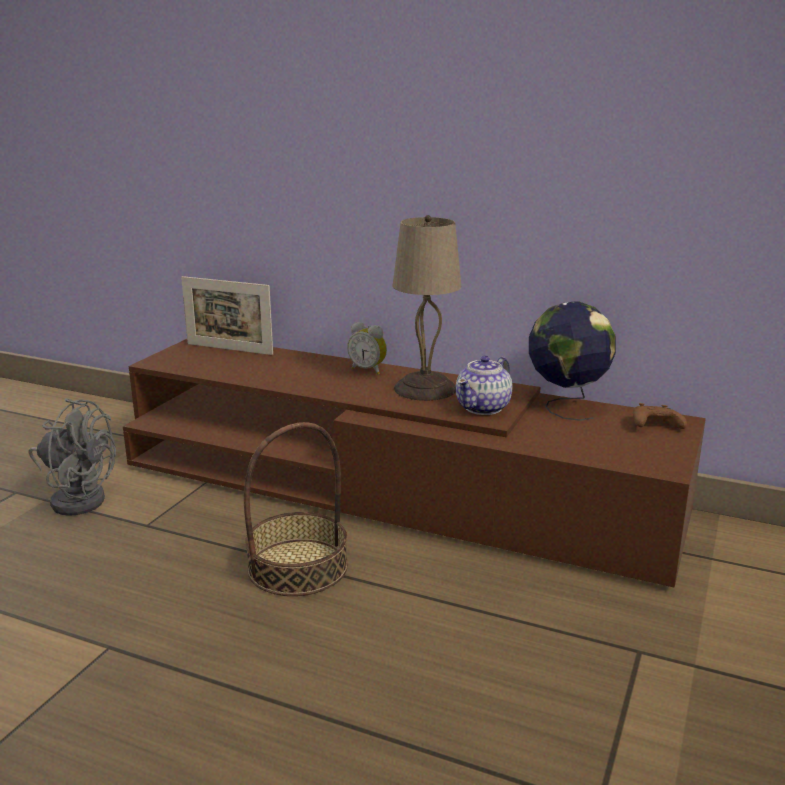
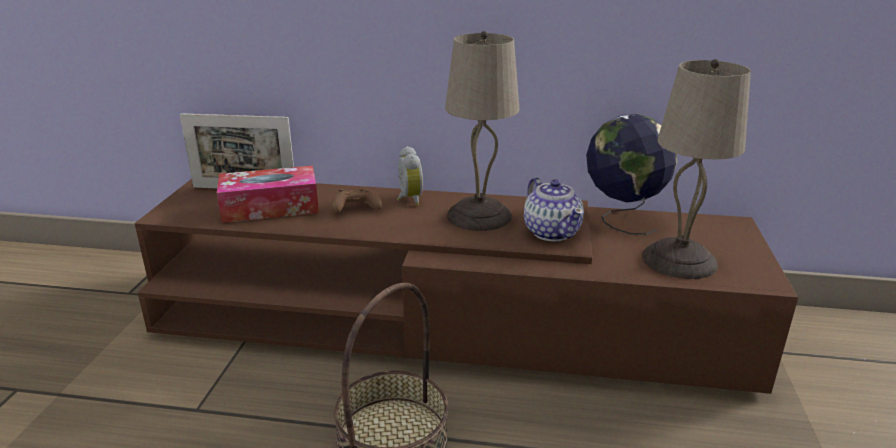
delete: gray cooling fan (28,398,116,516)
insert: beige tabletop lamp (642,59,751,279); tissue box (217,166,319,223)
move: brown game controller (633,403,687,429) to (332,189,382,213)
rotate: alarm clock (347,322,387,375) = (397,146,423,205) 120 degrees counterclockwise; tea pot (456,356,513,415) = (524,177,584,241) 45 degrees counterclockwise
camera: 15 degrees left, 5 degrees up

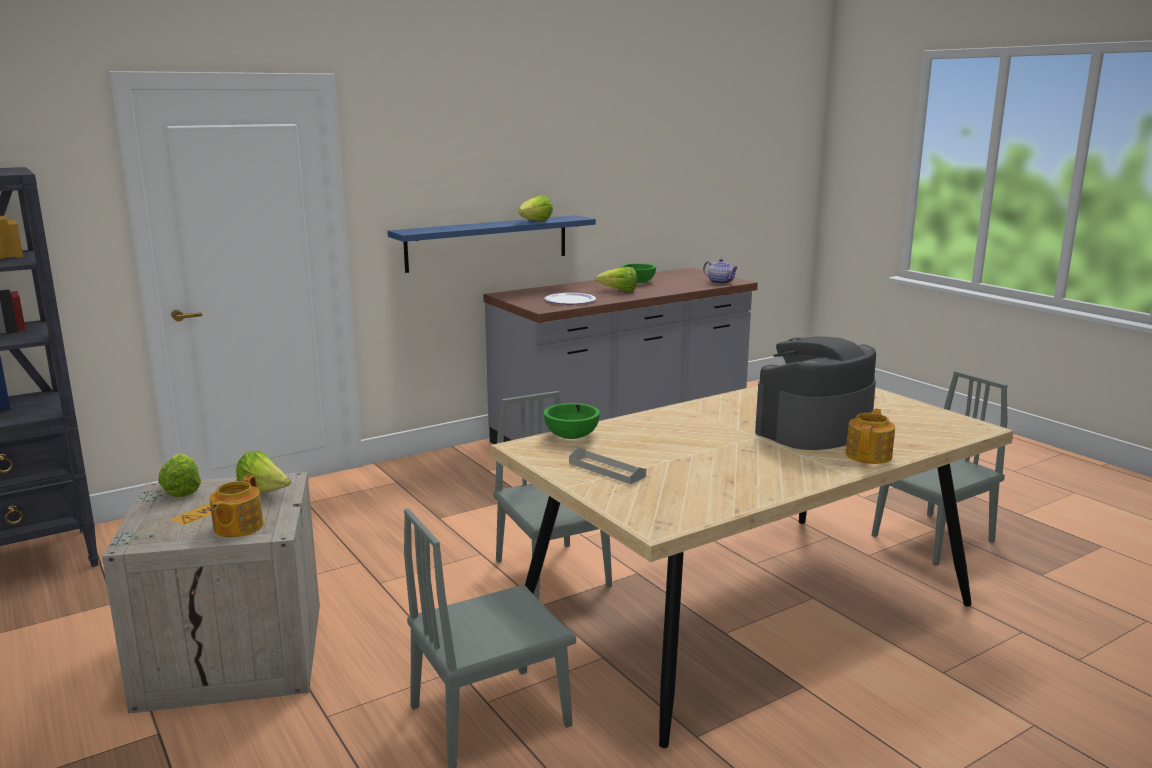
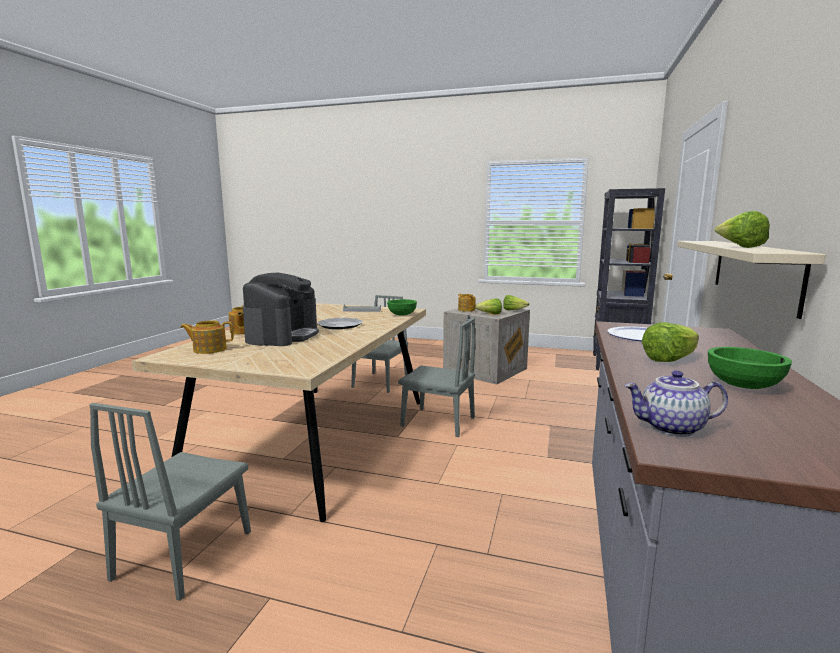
insert: dinner plate (317,318,363,329); tea pot (180,320,234,354)
recolor: bluish shelf (387,215,596,273) to beige shelf (677,241,826,319)
camera: 140 degrees right, 5 degrees down

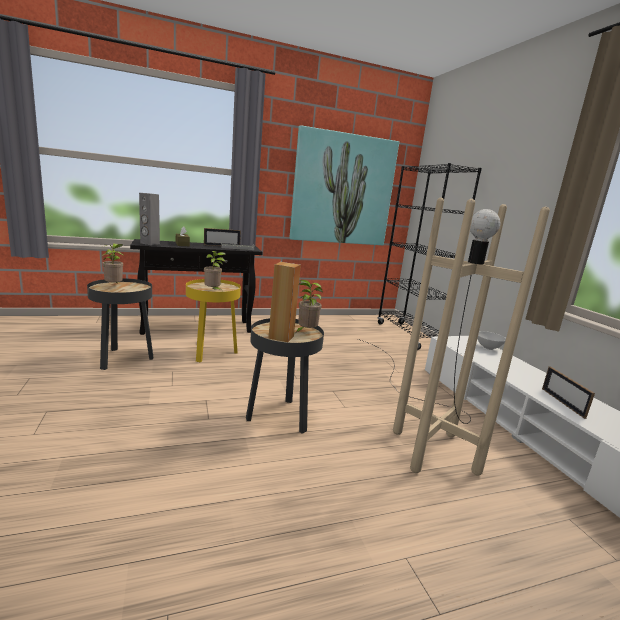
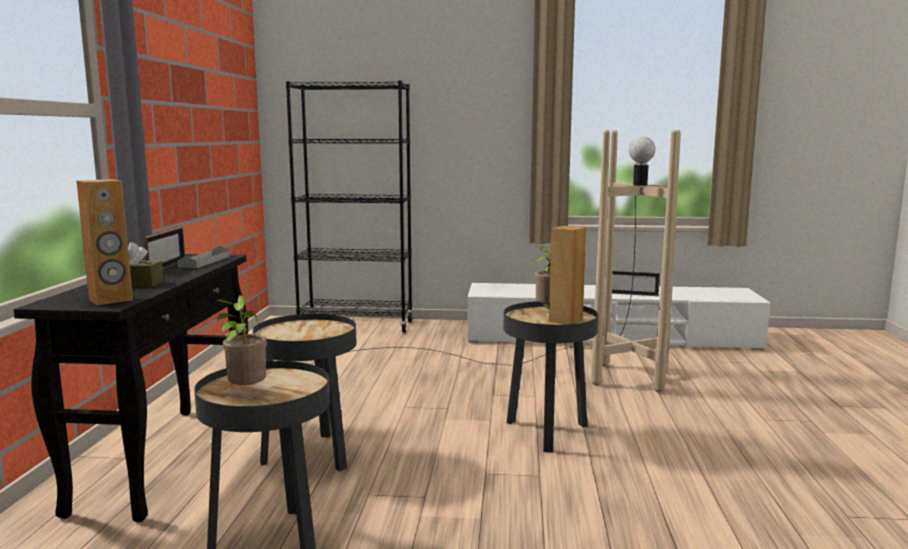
delete: picture (290,125,399,245); potted plant (204,251,226,290); white deep dish (477,331,506,350)
recolor: gray loudspeaker (139,193,160,245) to brown loudspeaker (76,179,133,305); yellow accent table (186,279,241,362) to blackish accent table (253,314,356,471)
camera: 65 degrees left, 5 degrees down

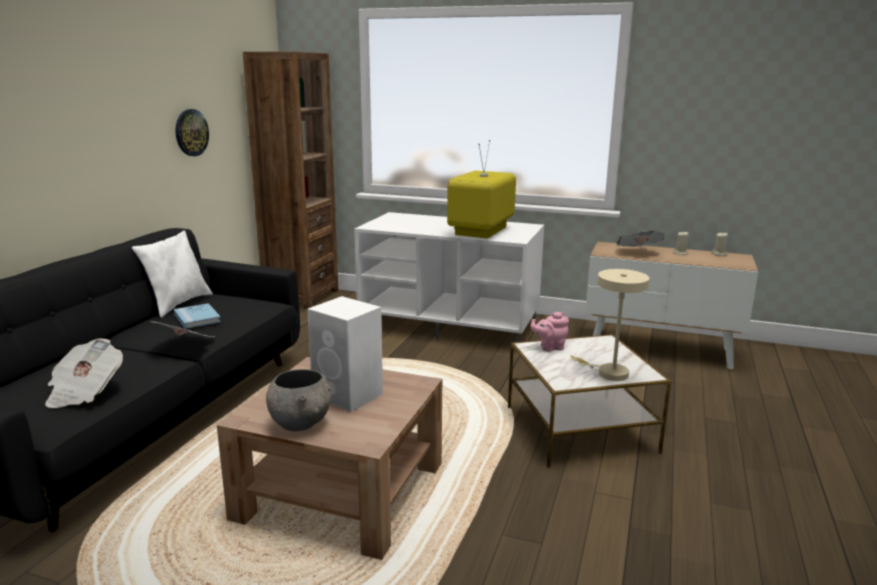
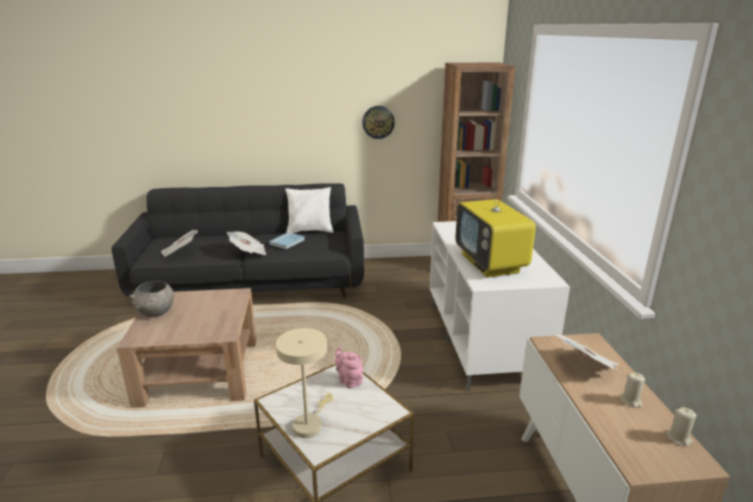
delete: white loudspeaker (307,296,383,412)
rotate: television (447,140,516,239) = (455,172,536,278) 105 degrees counterclockwise
camera: 65 degrees right, 5 degrees up

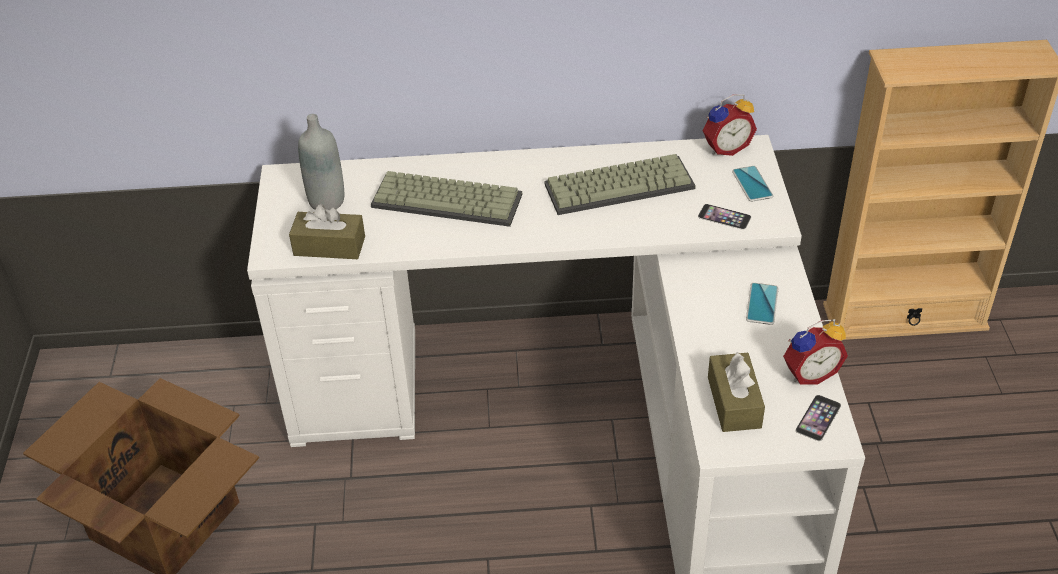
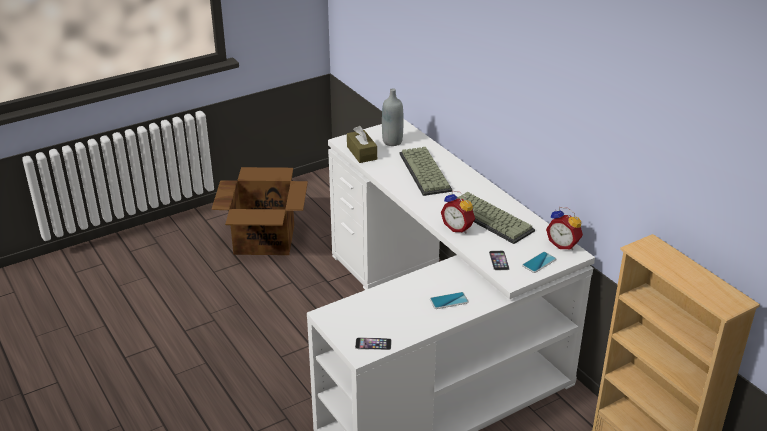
delete: brown tissue box (708,352,765,432)
move: alarm clock (783,319,848,384) to (441,191,475,233)
camera: 60 degrees right, 10 degrees down

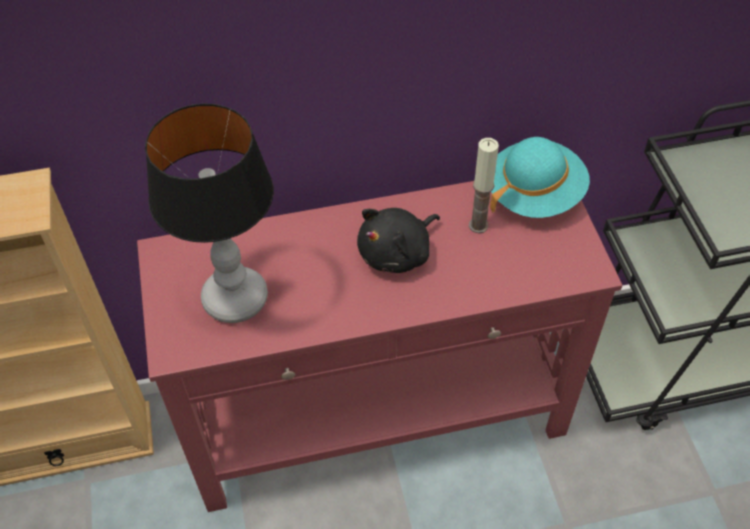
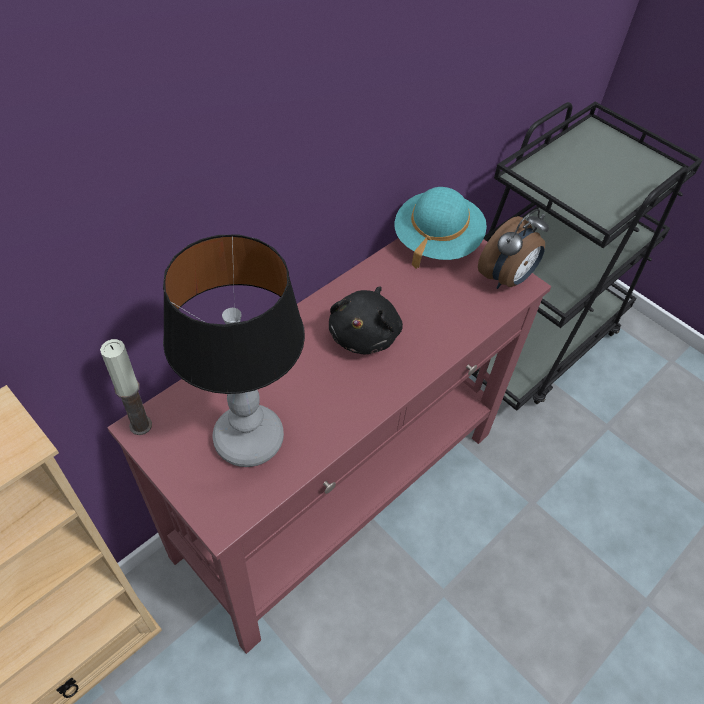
insert: alarm clock (478,209,549,289)
move: wax light (469,138,499,233) to (100,339,152,435)
camera: 35 degrees left, 0 degrees up

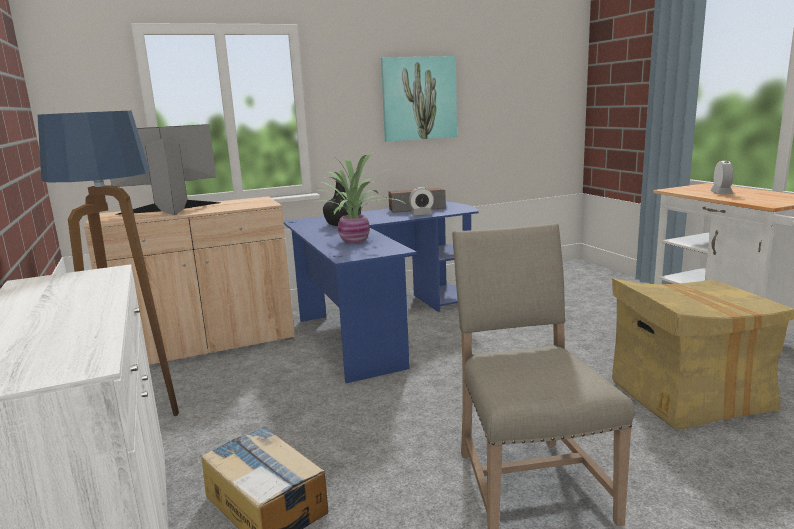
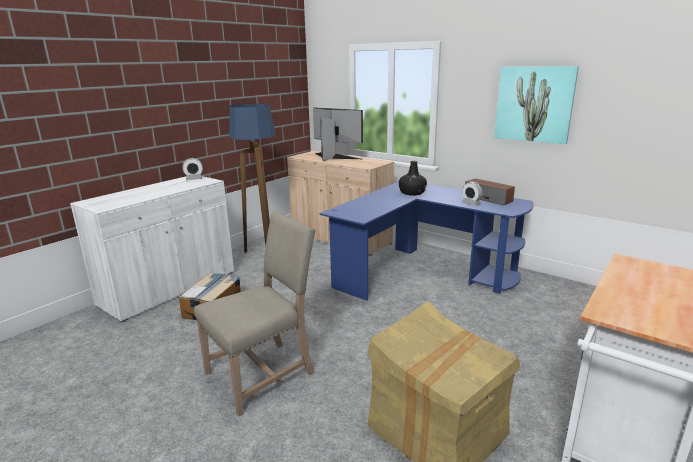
delete: potted plant (310,152,406,243)
move: alarm clock (710,160,733,194) to (182,158,203,180)
camera: 60 degrees right, 5 degrees up

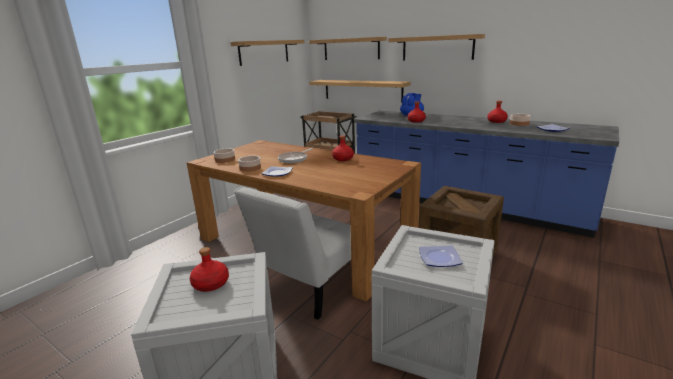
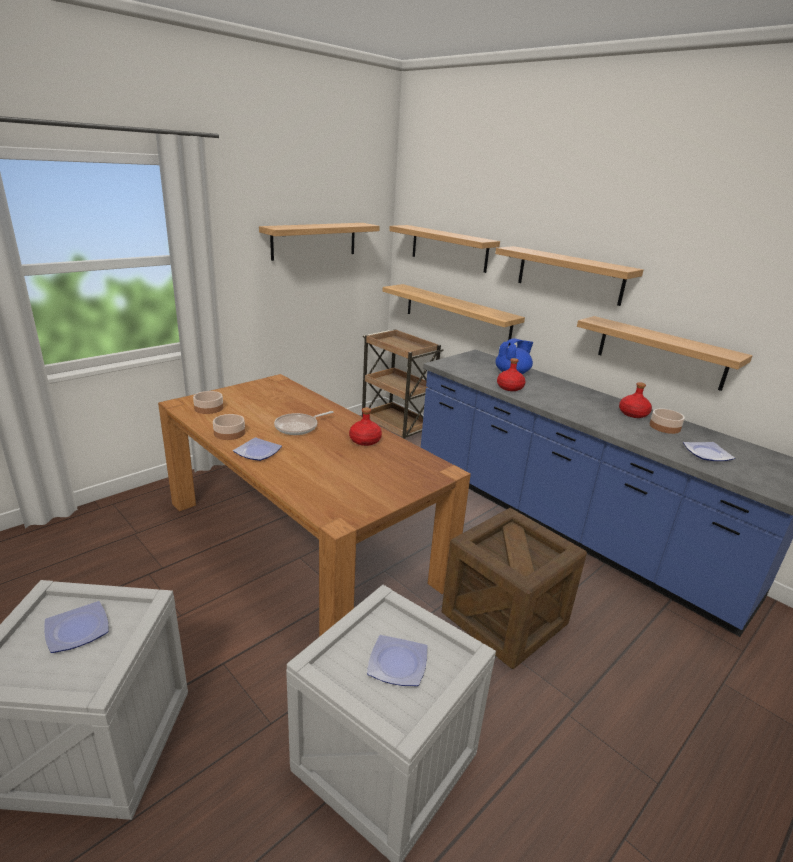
delete: white plain chair (234,186,351,320)
insert: shelf (577,316,753,391)
replace: red-coloured bottle (190,247,229,292) to dinner plate (44,601,109,653)
camera: 10 degrees right, 5 degrees up

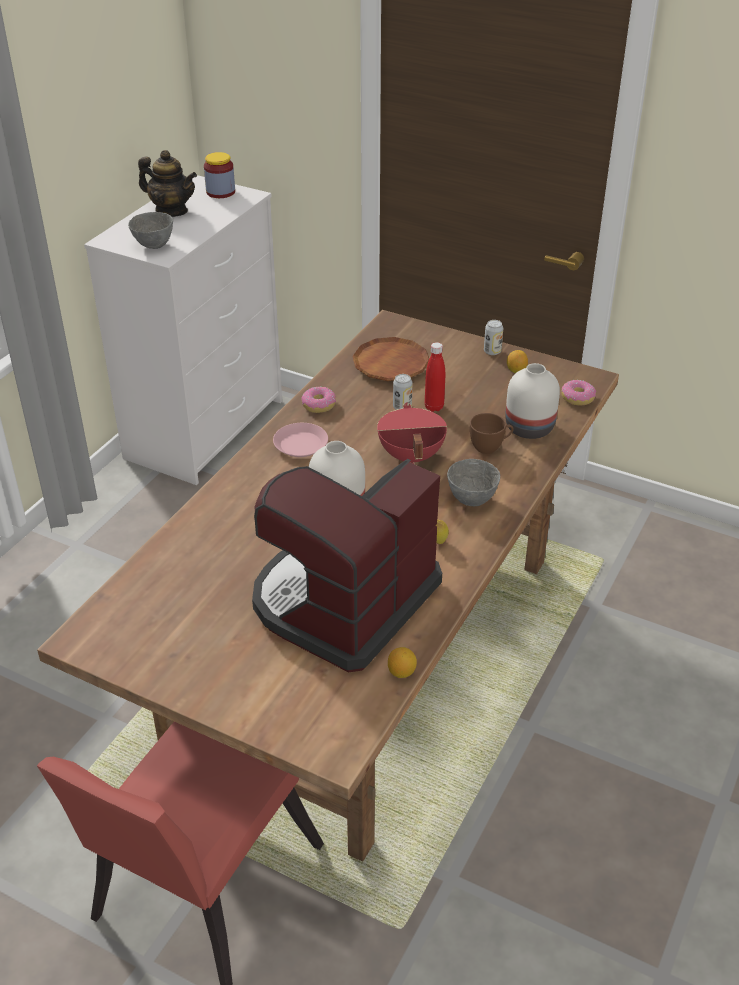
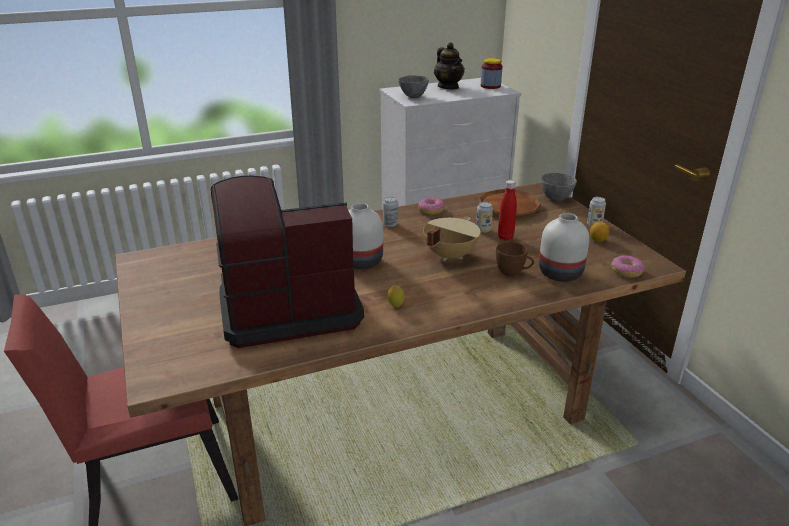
delete: citrus fruit (388,647,417,678)
move: gray deep dish (447,459,500,506) to (541,173,577,201)
replace: pink-coloured dinner plate (273,423,328,457) to can (383,197,398,227)
recolor: red-coloured stockpot (377,403,447,464) to beige stockpot (423,217,480,261)
camera: 40 degrees right, 10 degrees down

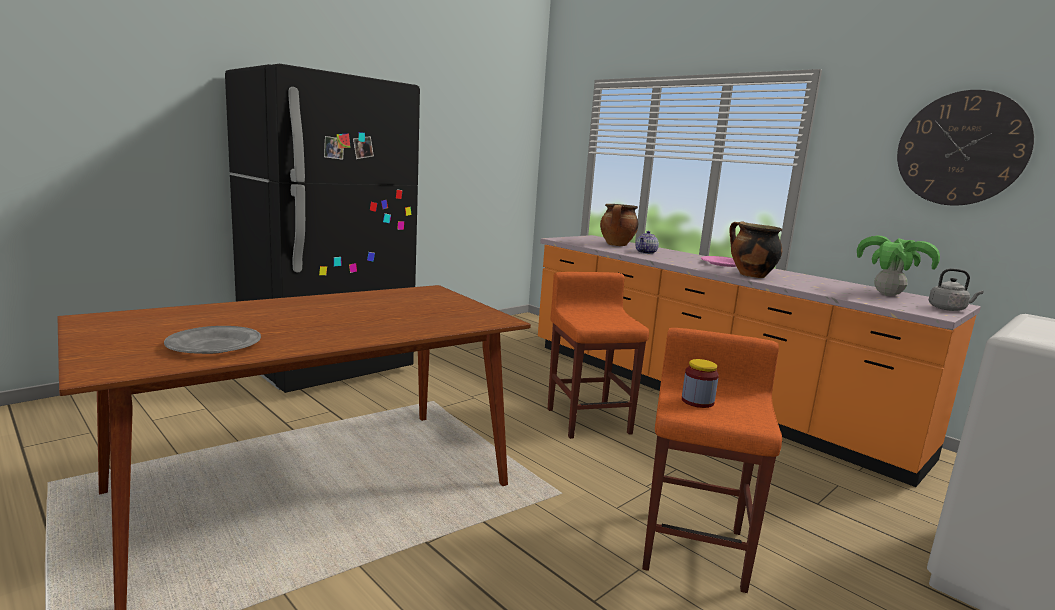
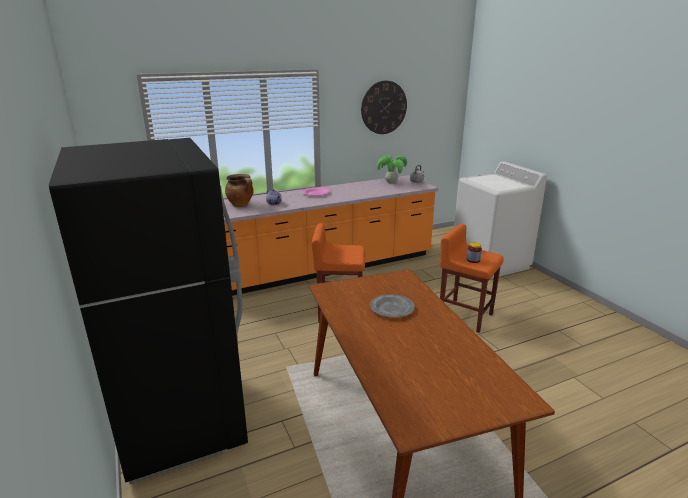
delete: stockpot (730,221,782,278)
move: gray dinner plate (164,326,261,354) to (370,294,415,318)
camera: 70 degrees left, 10 degrees up

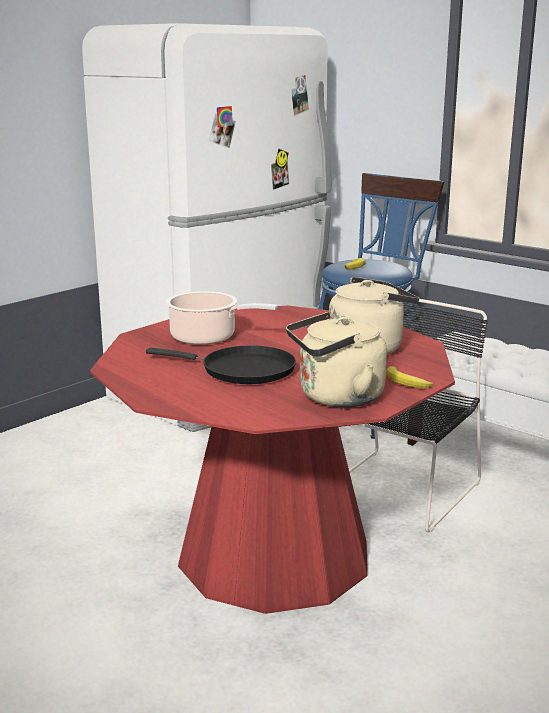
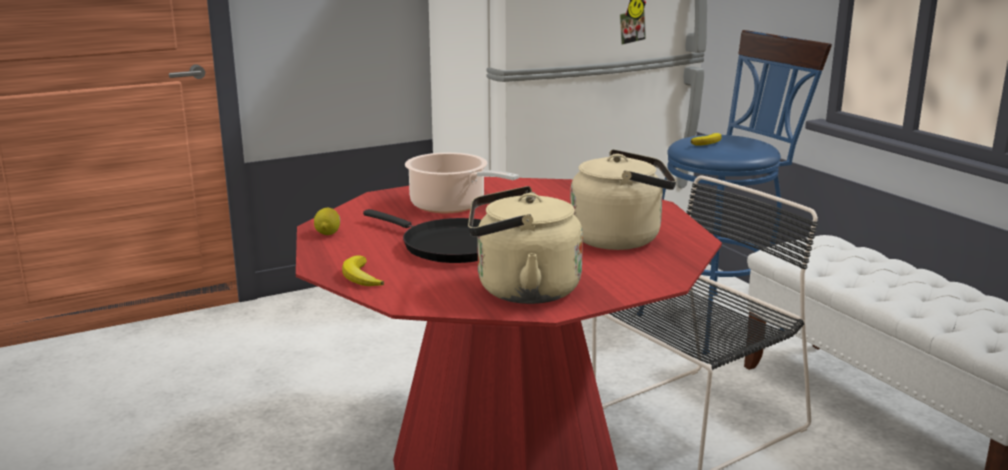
insert: citrus fruit (314,208,340,235)
move: banana fruit (386,366,433,388) to (342,255,384,286)
camera: 20 degrees right, 0 degrees up

